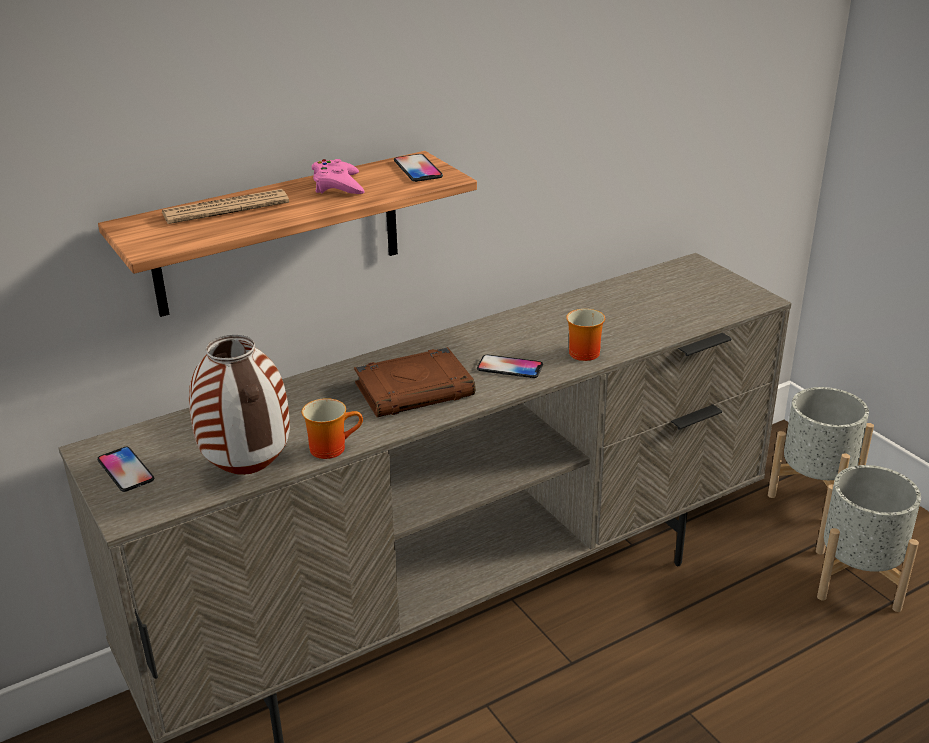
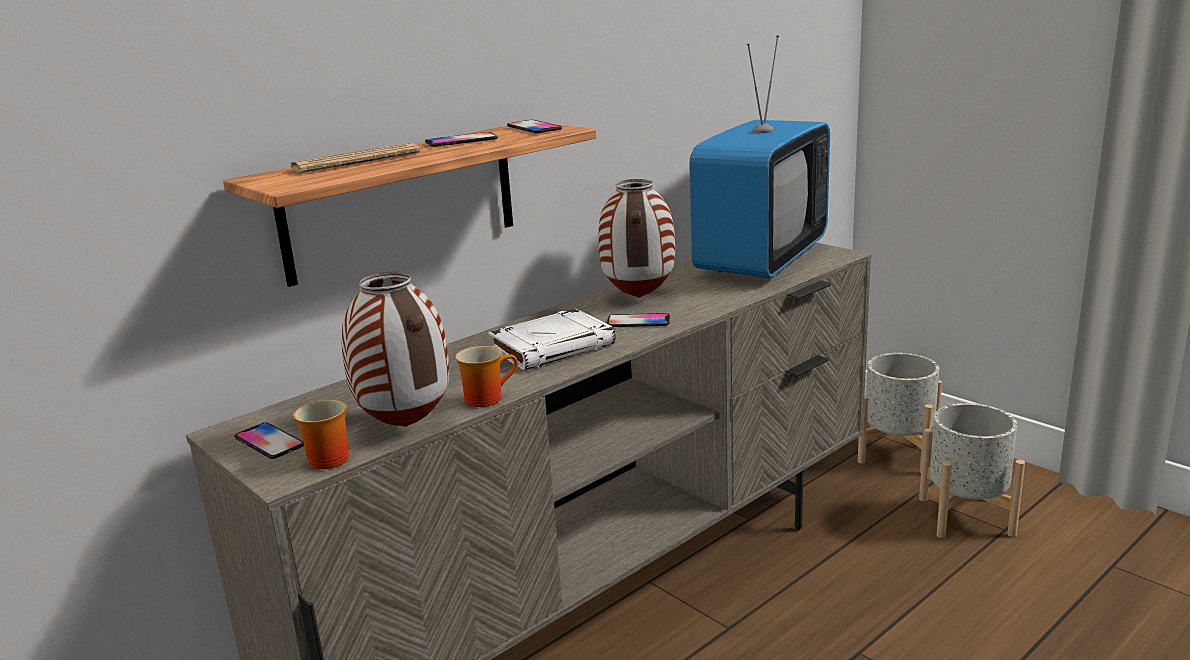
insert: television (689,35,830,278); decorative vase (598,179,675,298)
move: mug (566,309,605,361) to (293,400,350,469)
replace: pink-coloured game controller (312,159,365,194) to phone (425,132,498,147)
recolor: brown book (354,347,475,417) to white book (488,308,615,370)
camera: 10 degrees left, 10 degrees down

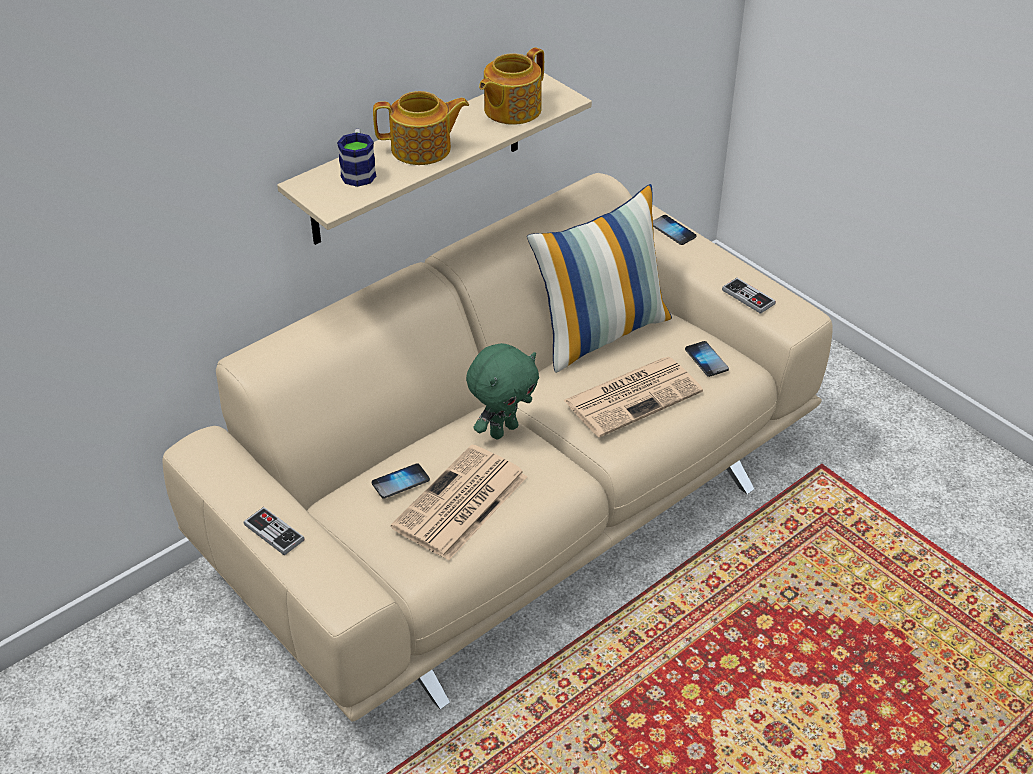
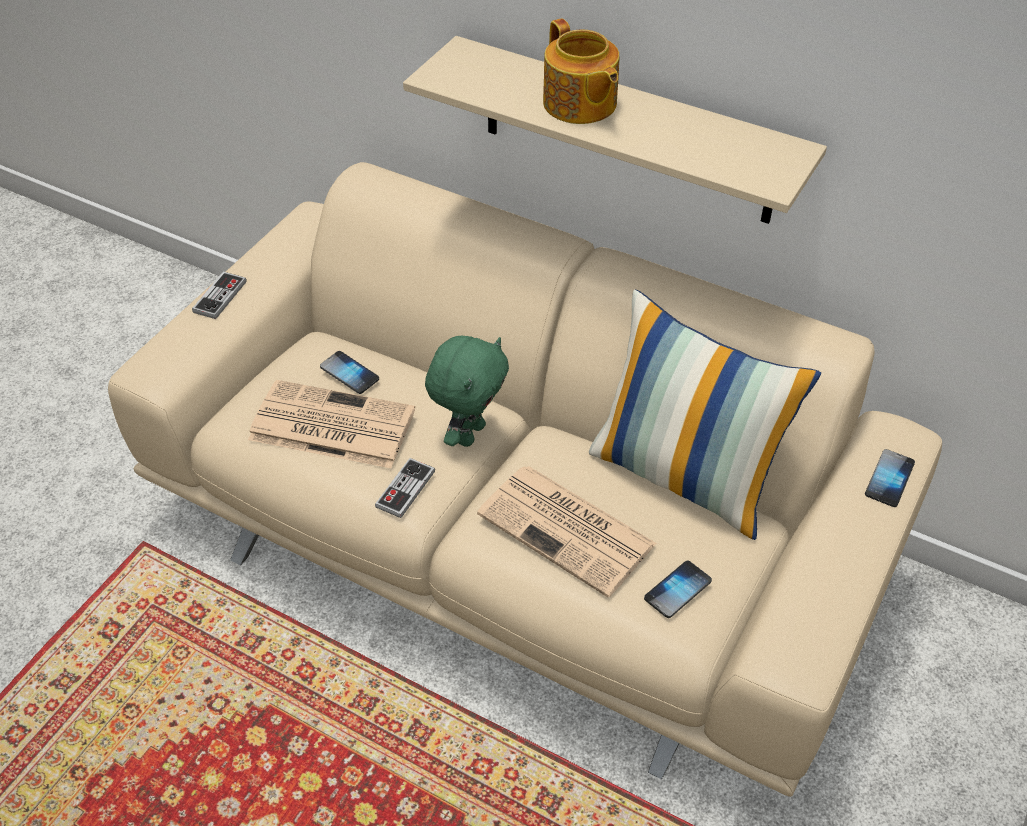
delete: tea pot (479,47,544,125); mug (337,129,376,187)
move: game controller (722,278,776,314) to (375,458,435,518)
rotate: green cuddly toy (466,343,539,439) = (425,336,509,447) 90 degrees counterclockwise
camera: 70 degrees right, 5 degrees up

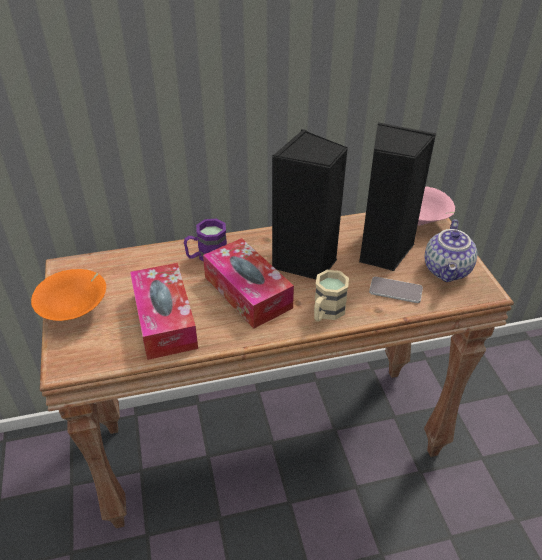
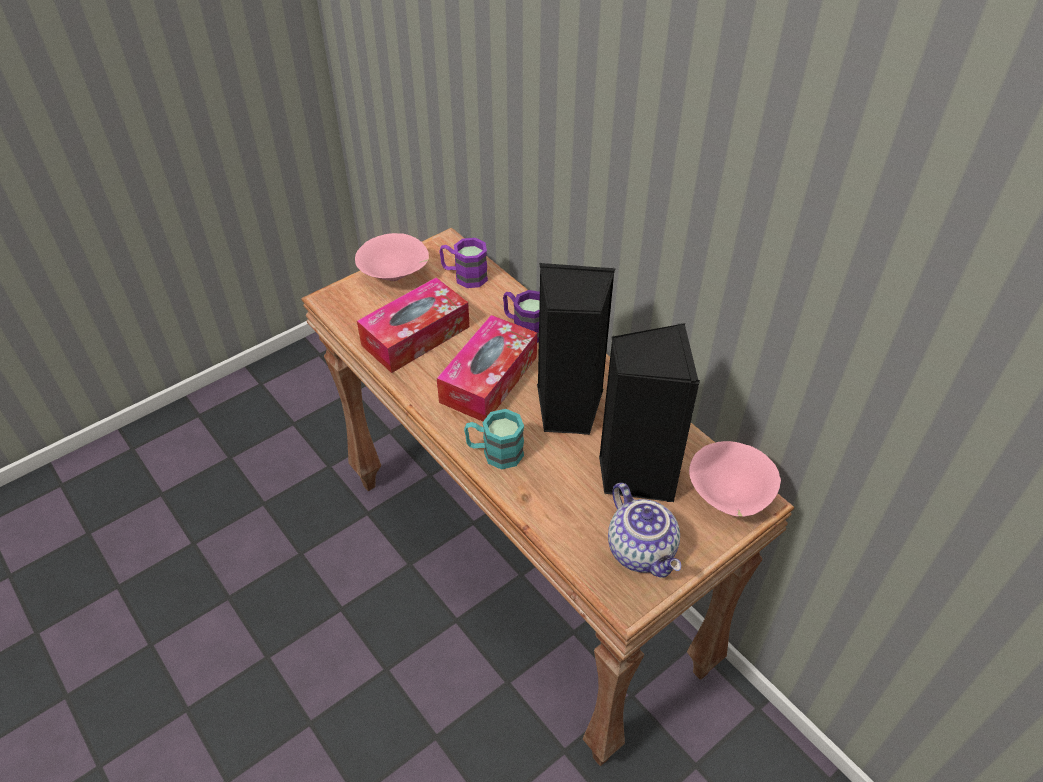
delete: phone (369,277,423,303)
insert: purplish mug (439,238,488,288)
recolor: orange-coloured deep dish (31,269,106,321) to pink-coloured deep dish (355,233,429,281); beige mug (314,270,349,322) to blue-green mug (464,409,524,470)
rotate: tea pot (425,219,477,282) = (608,483,681,578) 105 degrees counterclockwise
camera: 65 degrees right, 5 degrees up

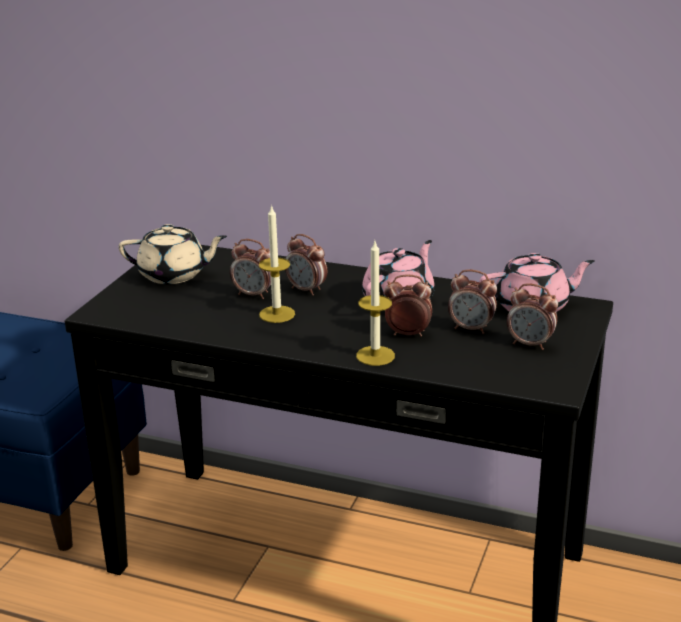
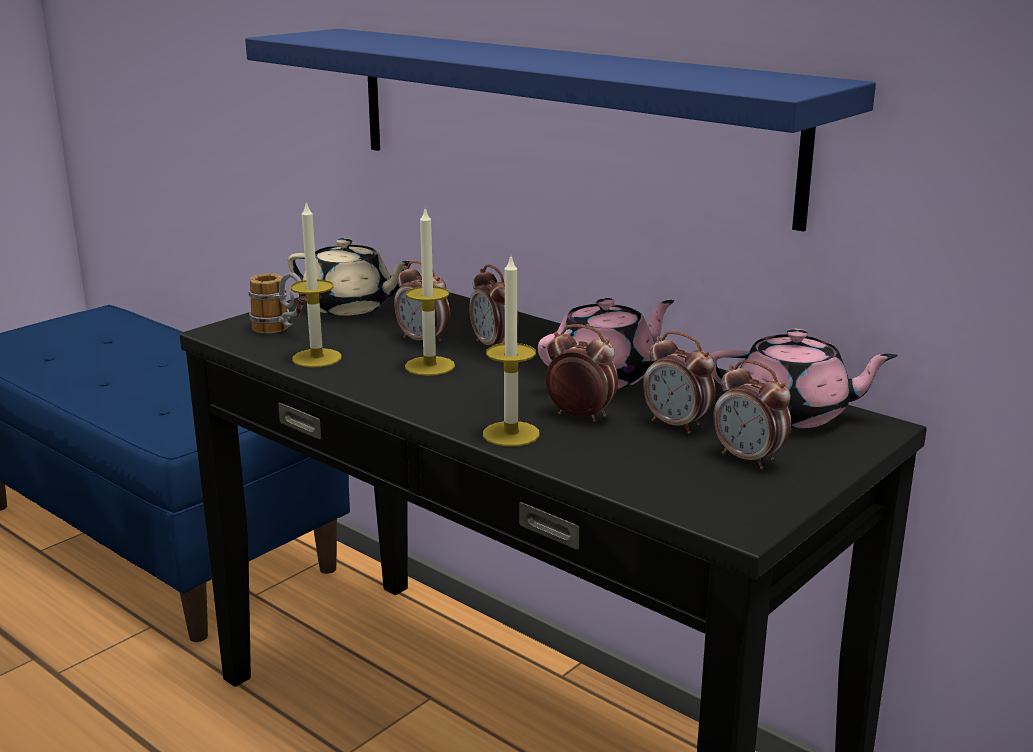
insert: bluish shelf (245,29,876,232); wax light (291,201,342,368); mug (248,272,306,334)
camera: 20 degrees right, 5 degrees down

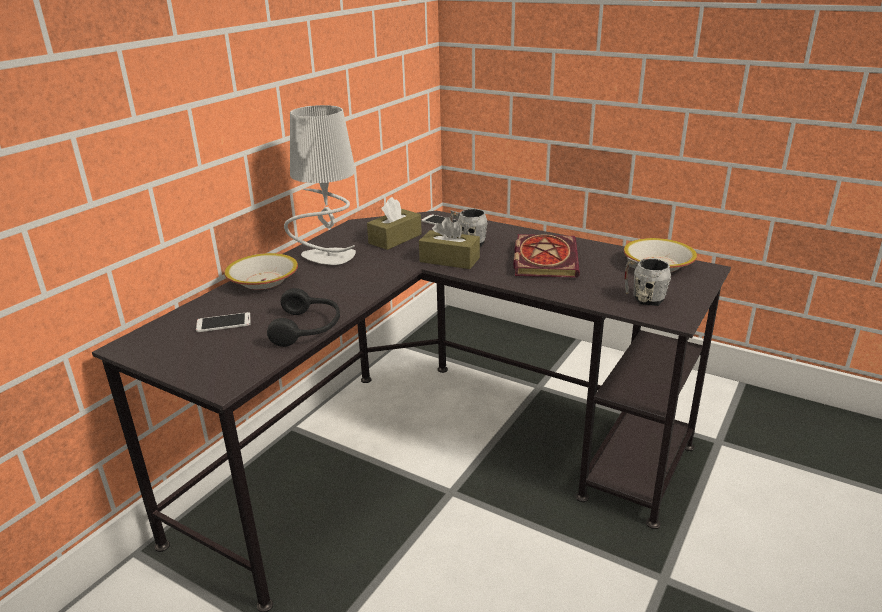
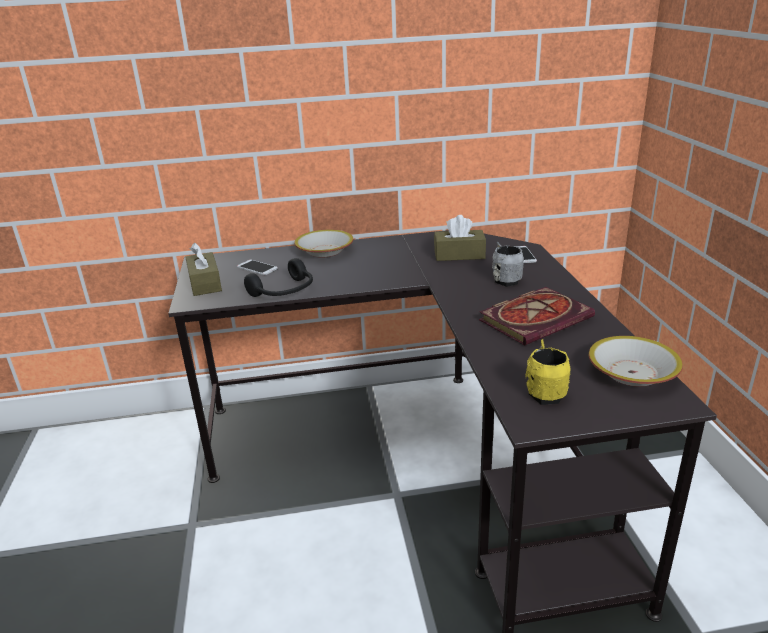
delete: gray tabletop lamp (284,105,356,265)
move: brown tissue box (419,217,480,269) to (185,243,222,296)
recolor: gray mug (625,257,671,306) to yellow mug (525,339,571,405)
camera: 50 degrees right, 0 degrees up

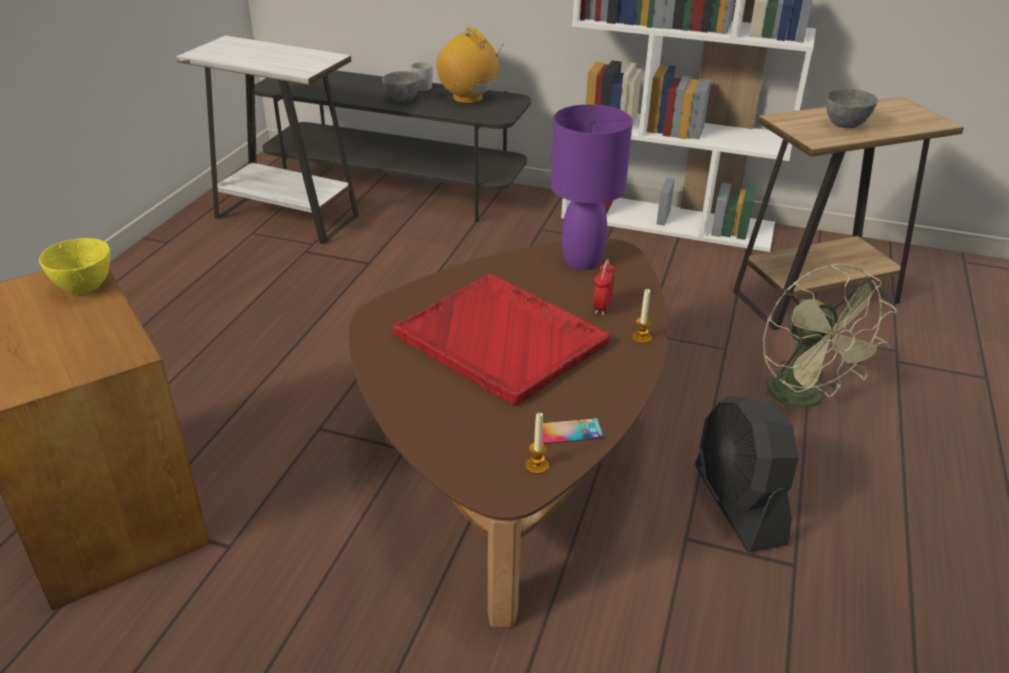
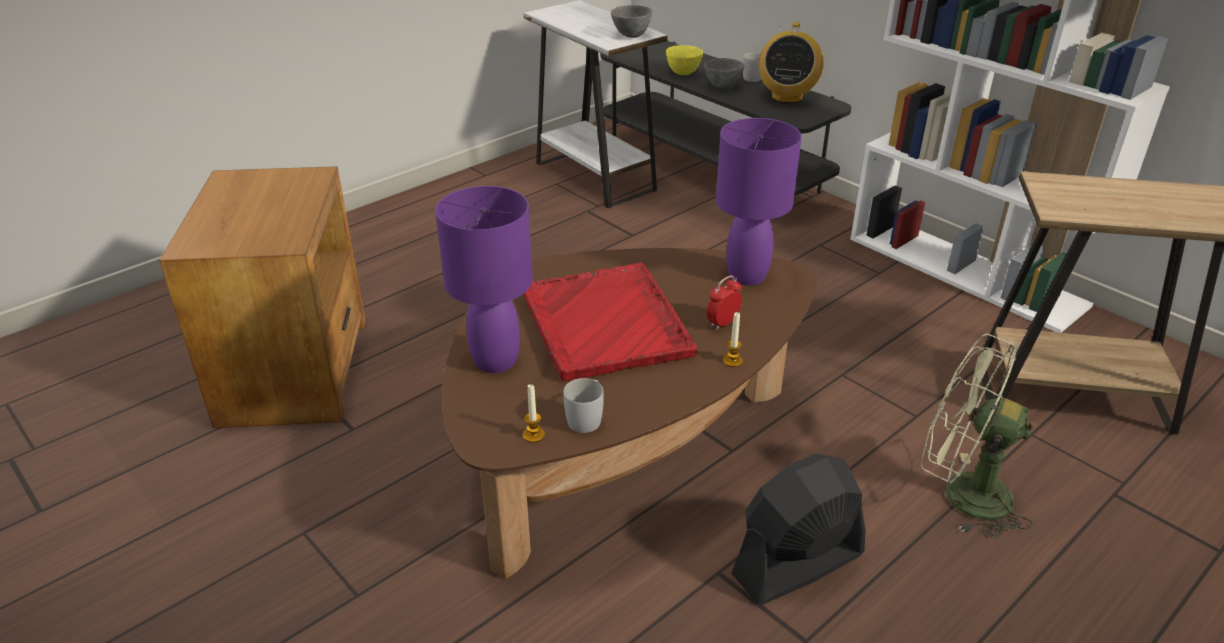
insert: purplish tabletop lamp (435,186,533,373)
move: gray deep dish (825,88,878,128) to (611,5,652,38); yellow deep dish (39,238,111,294) to (666,45,703,75)
replace: phone (542,418,604,444) to white mug (564,378,604,433)
rotate: radio set (436,27,504,104) = (758,22,824,103) 150 degrees counterclockwise; green cooling fan (763,264,897,408) = (921,334,1035,539) 105 degrees clockwise; blackish cooling fan (695,396,798,552) = (732,454,865,605) 45 degrees clockwise
camera: 30 degrees right, 0 degrees up

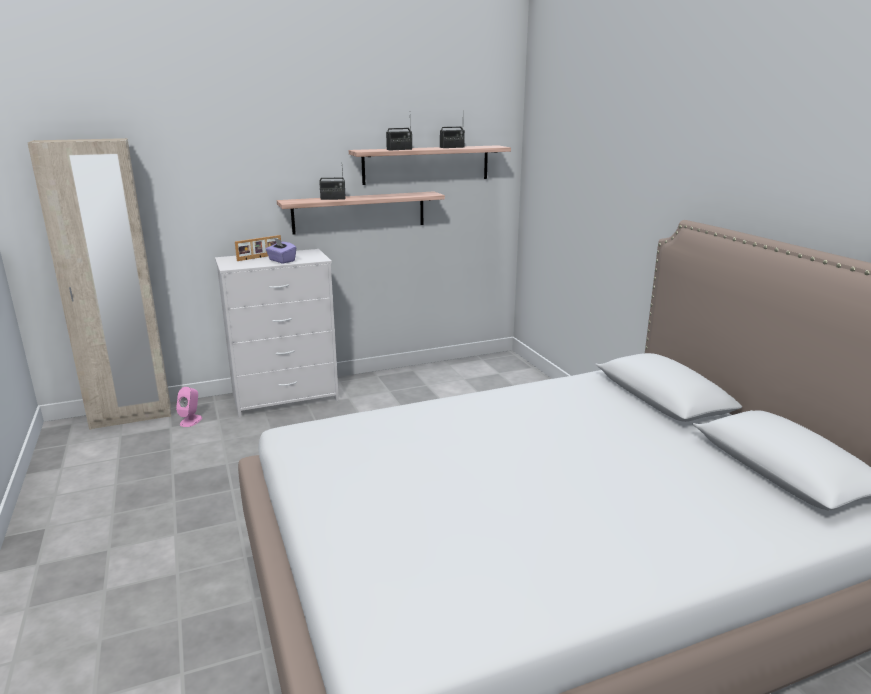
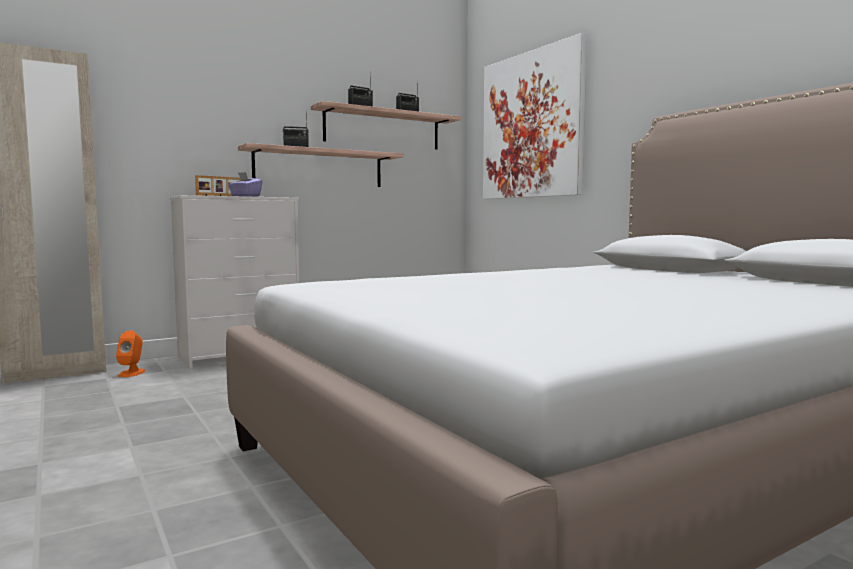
insert: picture (483,33,587,199)
recolor: pink-coloured loudspeaker (176,387,202,427) to orange-coloured loudspeaker (116,330,145,377)
camera: 10 degrees left, 15 degrees down

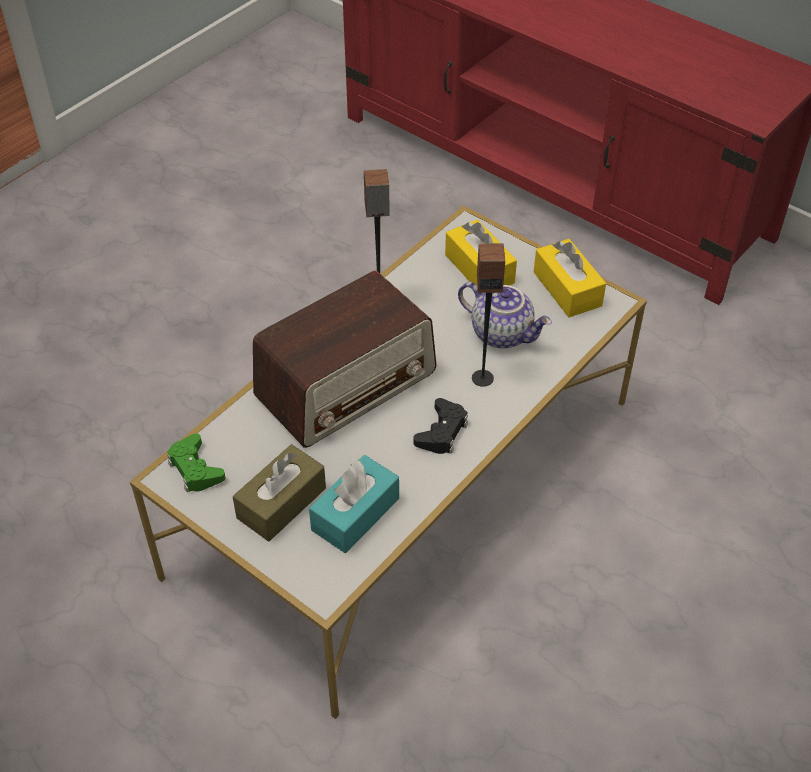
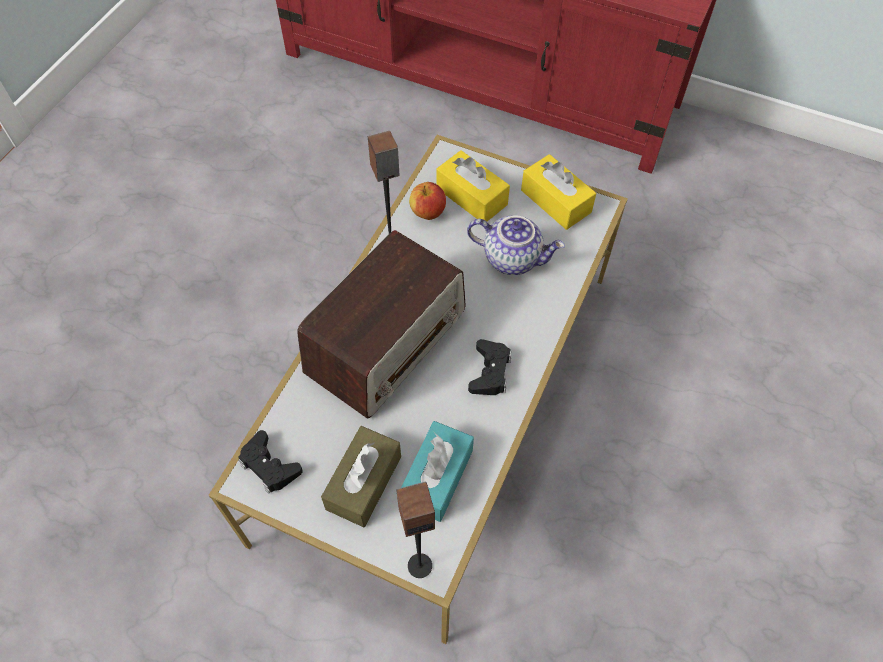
insert: apple fruit (409,182,446,220)
move: loudspeaker (472,243,505,387) to (396,481,435,578)
recolor: green game controller (167,434,225,492) to blackish game controller (238,430,303,493)
camera: 15 degrees left, 10 degrees up

